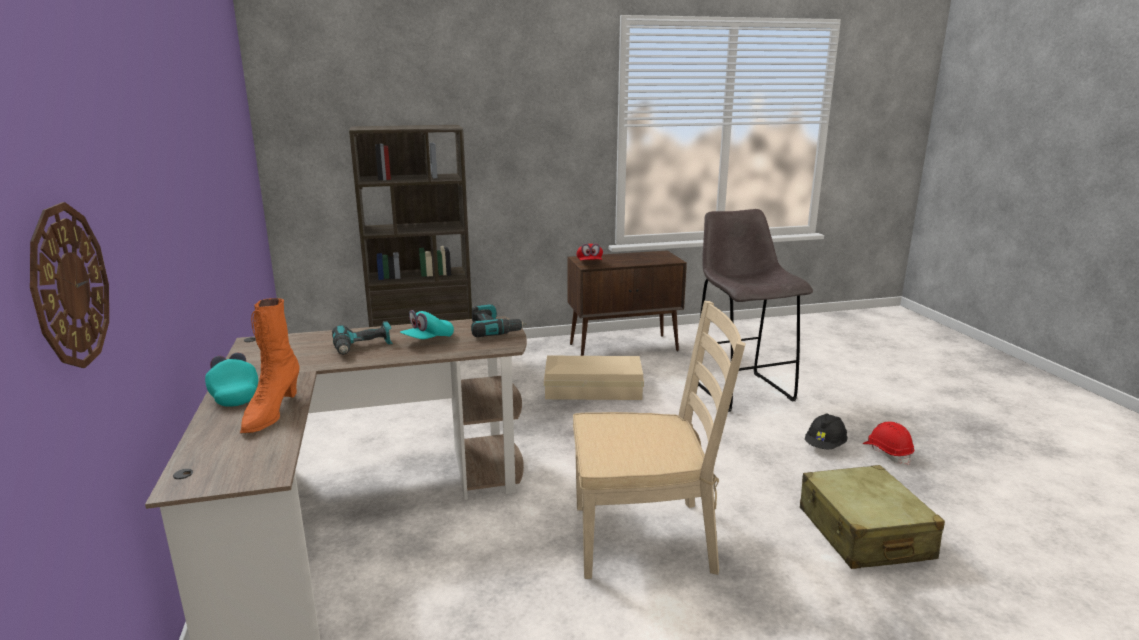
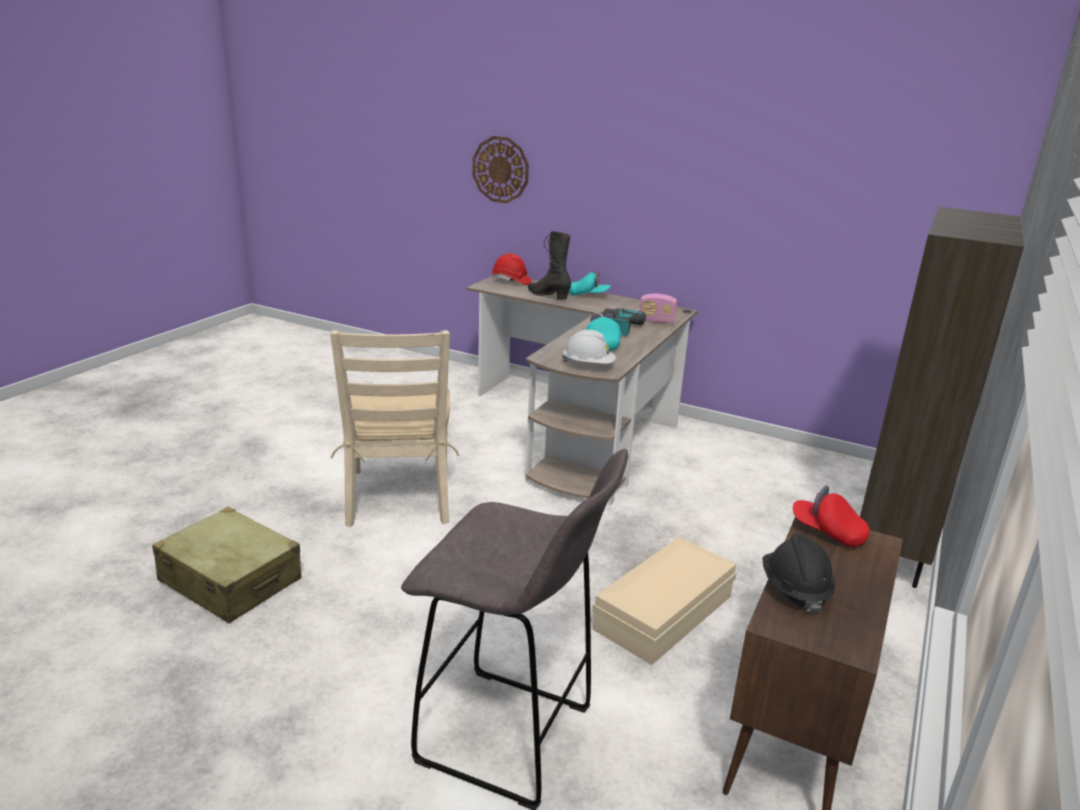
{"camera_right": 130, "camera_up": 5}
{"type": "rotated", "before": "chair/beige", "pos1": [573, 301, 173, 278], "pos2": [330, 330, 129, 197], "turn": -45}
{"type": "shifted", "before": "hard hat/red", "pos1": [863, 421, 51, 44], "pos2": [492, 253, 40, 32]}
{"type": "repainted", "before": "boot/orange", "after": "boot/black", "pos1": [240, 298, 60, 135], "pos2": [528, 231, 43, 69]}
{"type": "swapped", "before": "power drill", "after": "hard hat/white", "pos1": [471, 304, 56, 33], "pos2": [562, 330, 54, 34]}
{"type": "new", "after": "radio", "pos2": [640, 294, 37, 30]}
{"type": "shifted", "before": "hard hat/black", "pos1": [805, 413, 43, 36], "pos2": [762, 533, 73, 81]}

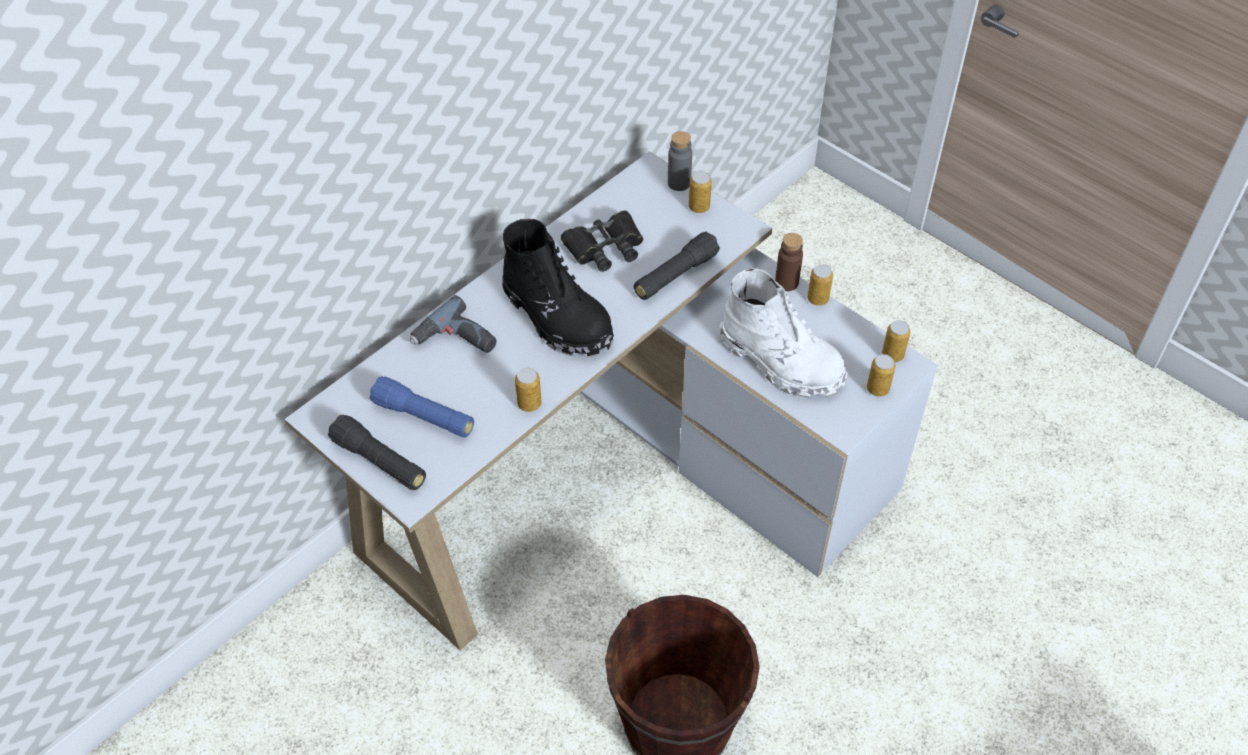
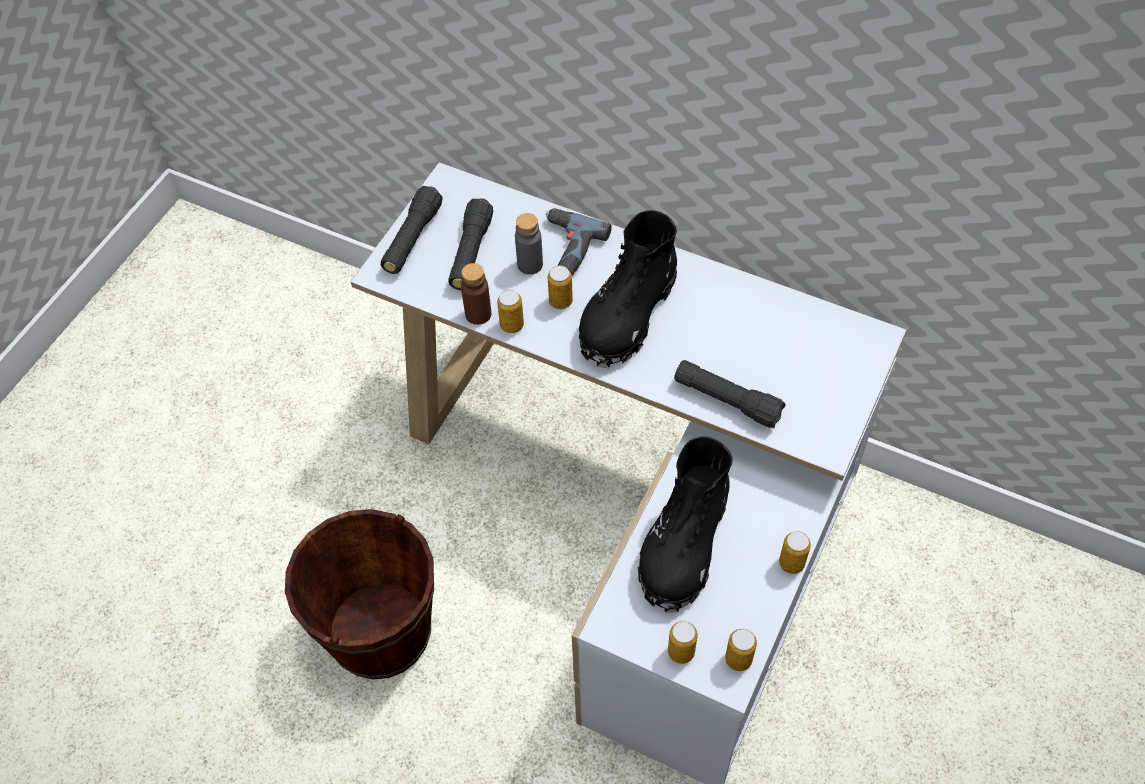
{"camera_right": 75, "camera_up": 5}
{"type": "repainted", "before": "flashlight/blue", "after": "flashlight/black", "pos1": [370, 377, 104, 61], "pos2": [448, 198, 45, 92]}
{"type": "shifted", "before": "bottle/brown", "pos1": [775, 233, 28, 58], "pos2": [461, 263, 30, 62]}
{"type": "shifted", "before": "bottle/grey", "pos1": [668, 131, 24, 60], "pos2": [515, 213, 28, 62]}
{"type": "shifted", "before": "can", "pos1": [689, 171, 23, 42], "pos2": [548, 266, 25, 43]}
{"type": "repainted", "before": "boot/white", "after": "boot/black", "pos1": [719, 269, 129, 129], "pos2": [638, 436, 95, 177]}
{"type": "gone", "before": "binoculars/black", "pos1": [561, 210, 82, 62]}

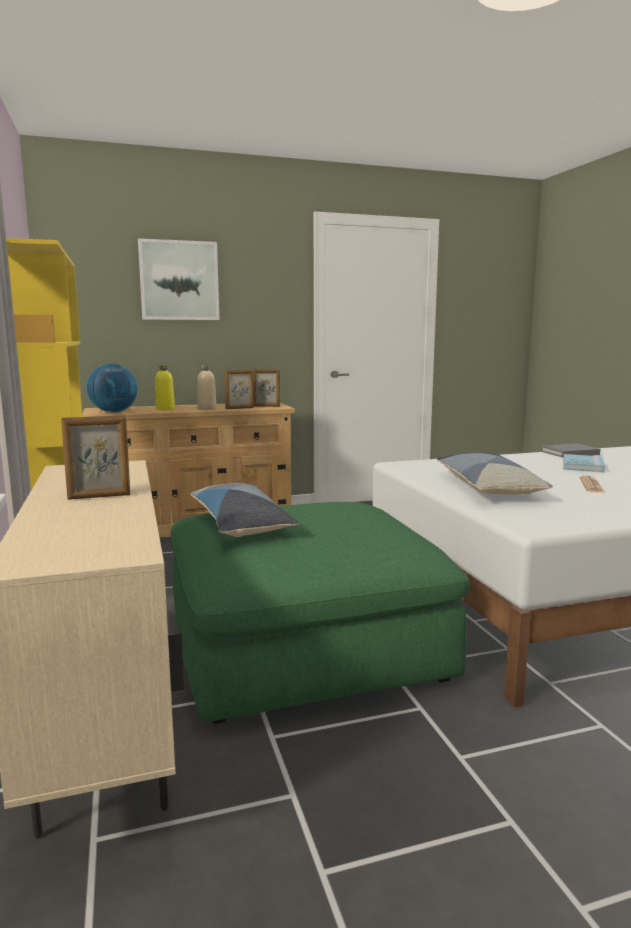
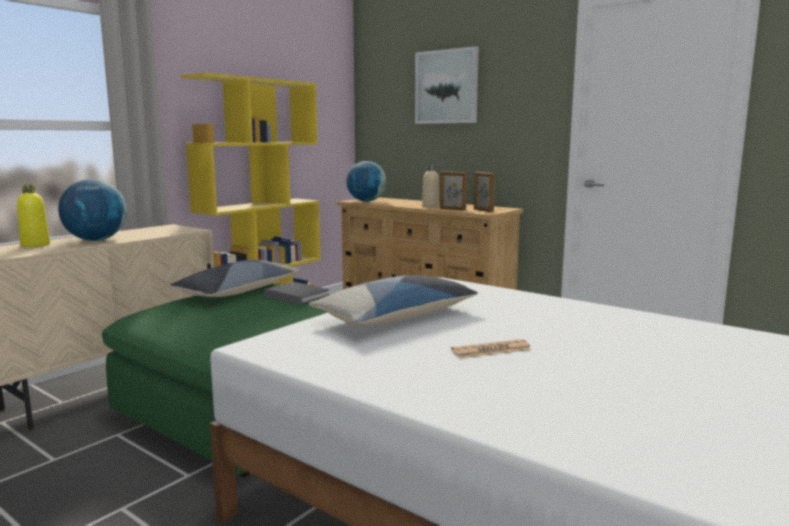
{"camera_right": 55, "camera_up": 0}
{"type": "shifted", "before": "bottle/yellow", "pos1": [155, 365, 20, 45], "pos2": [17, 185, 33, 62]}
{"type": "swapped", "before": "picture frame", "after": "globe", "pos1": [61, 415, 69, 85], "pos2": [58, 179, 69, 62]}
{"type": "shifted", "before": "book/grey", "pos1": [541, 443, 60, 15], "pos2": [265, 282, 64, 22]}
{"type": "gone", "before": "book/blue", "pos1": [563, 454, 42, 19]}

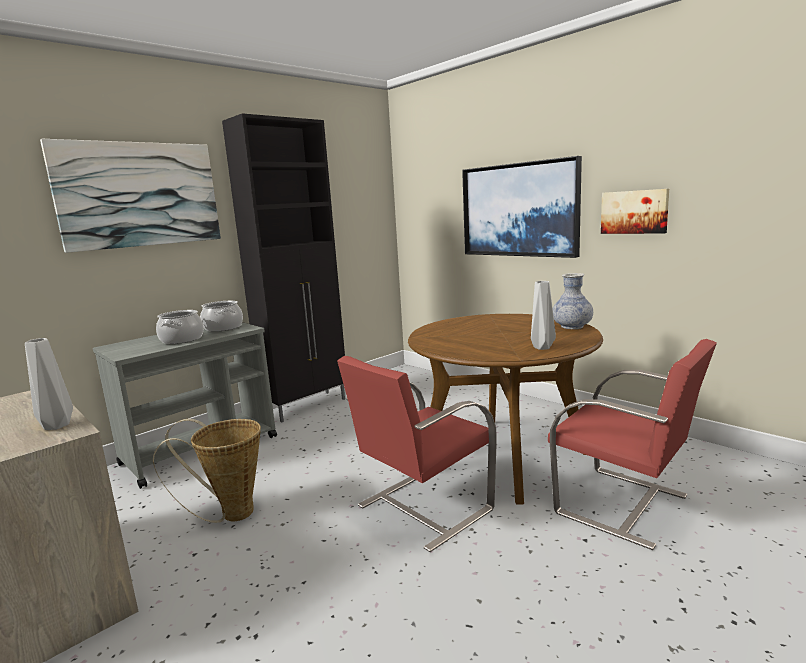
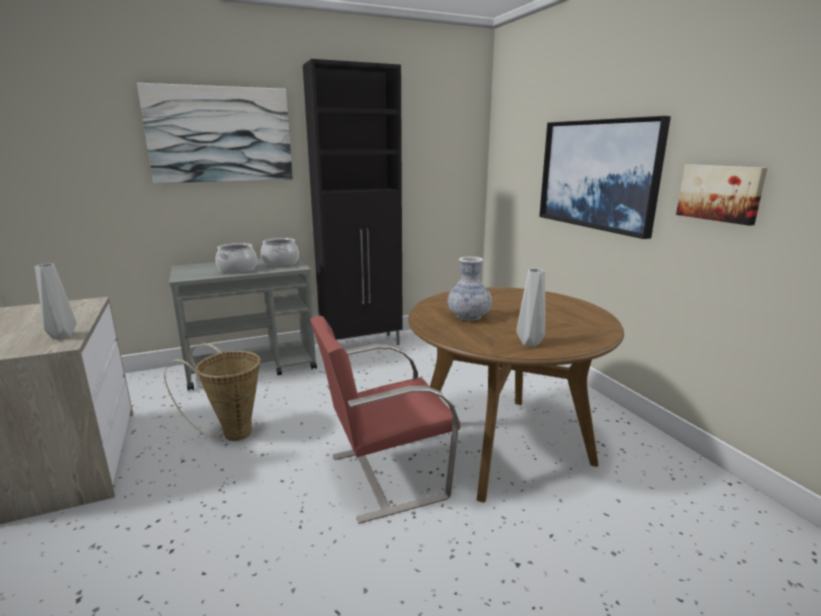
{"camera_right": 20, "camera_up": 5}
{"type": "shifted", "before": "vase", "pos1": [553, 273, 40, 56], "pos2": [447, 257, 45, 64]}
{"type": "gone", "before": "chair/red", "pos1": [548, 339, 169, 211]}

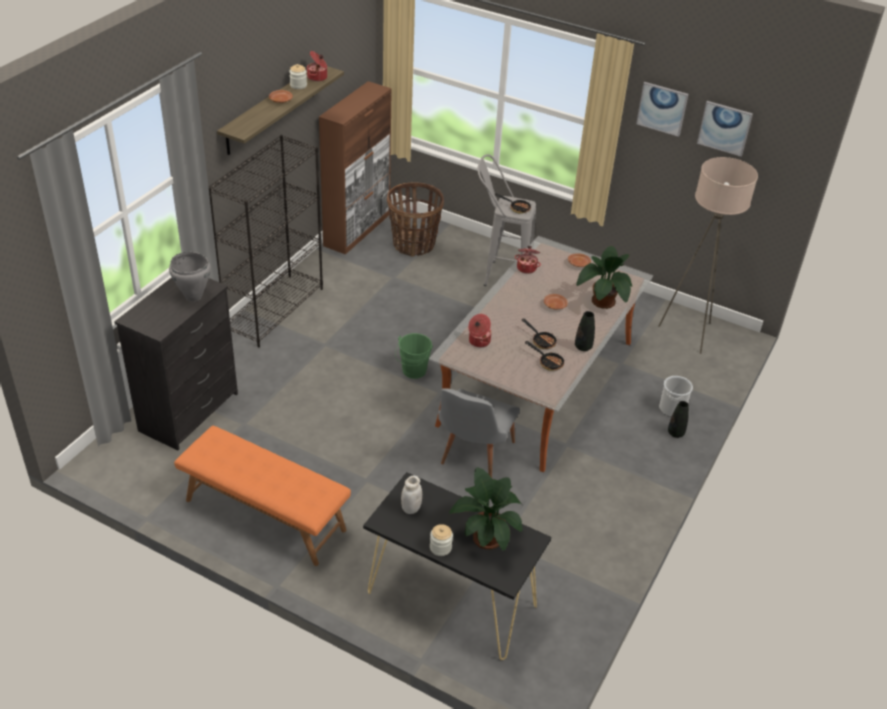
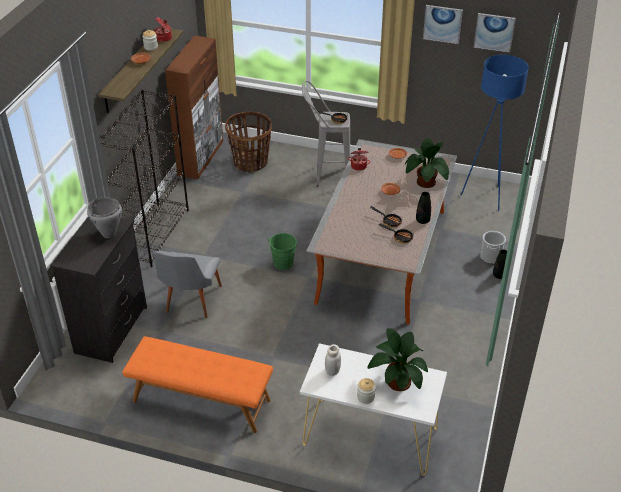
{"camera_right": -10, "camera_up": 0}
{"type": "shifted", "before": "chair/grey", "pos1": [438, 388, 82, 90], "pos2": [153, 251, 69, 67]}
{"type": "repainted", "before": "console table/black", "after": "console table/white", "pos1": [363, 472, 188, 188], "pos2": [300, 343, 147, 133]}
{"type": "repainted", "before": "floor lamp/beige", "after": "floor lamp/blue", "pos1": [658, 157, 100, 197], "pos2": [461, 55, 68, 156]}
{"type": "gone", "before": "cooking pot", "pos1": [468, 314, 23, 33]}

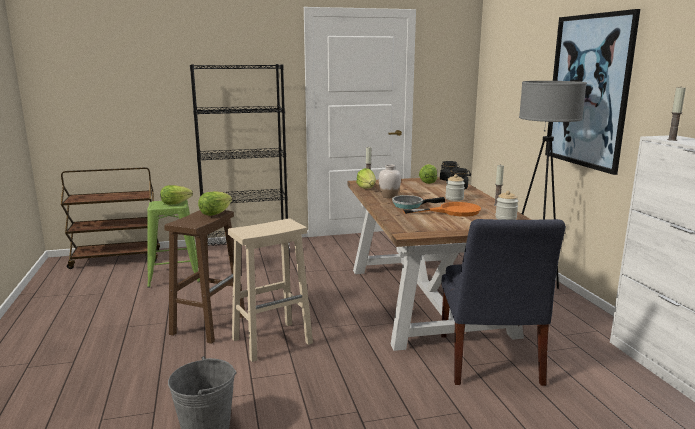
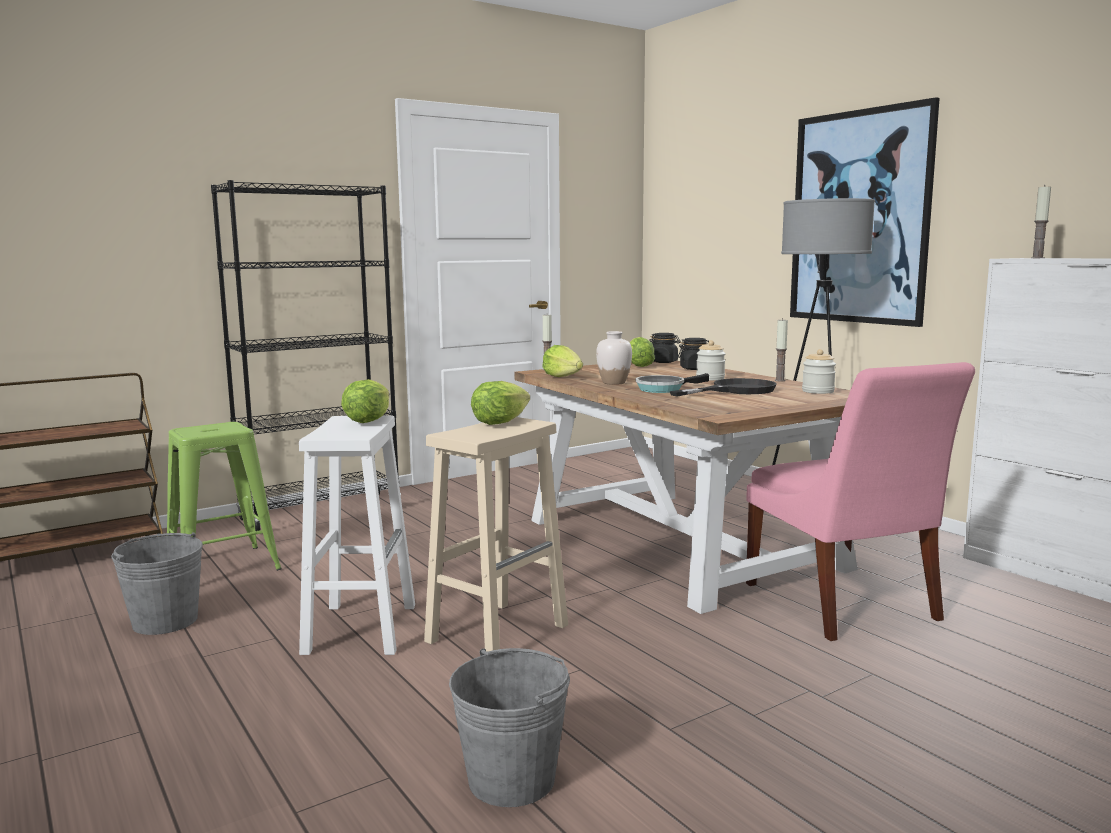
{"camera_right": -20, "camera_up": -5}
{"type": "new", "after": "bucket/grey", "pos2": [111, 532, 92, 103]}
{"type": "repainted", "before": "stool/brown", "after": "stool/white", "pos1": [164, 210, 81, 134], "pos2": [299, 416, 116, 239]}
{"type": "shifted", "before": "lettuce", "pos1": [160, 185, 33, 20], "pos2": [471, 381, 59, 44]}
{"type": "repainted", "before": "frying pan/orange", "after": "frying pan/black", "pos1": [403, 202, 78, 15], "pos2": [670, 378, 106, 19]}
{"type": "repainted", "before": "chair/blue", "after": "chair/pink", "pos1": [441, 219, 125, 167], "pos2": [746, 362, 229, 279]}

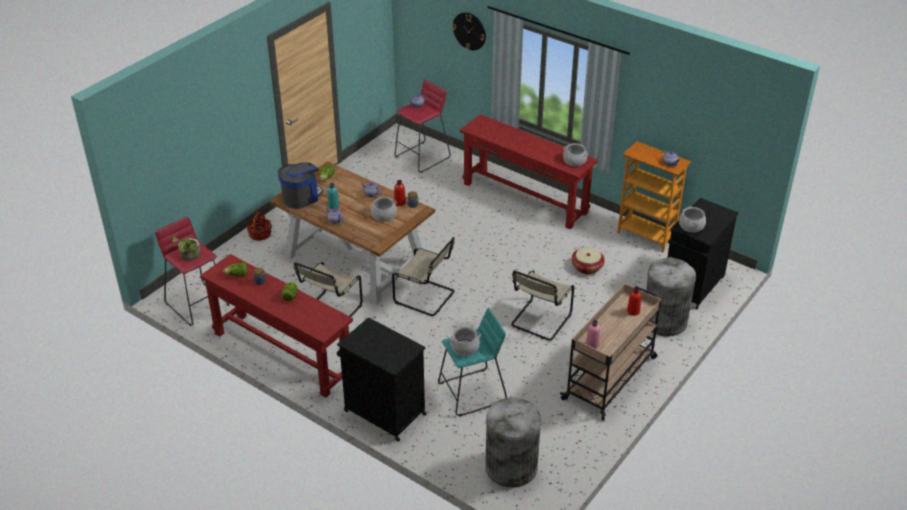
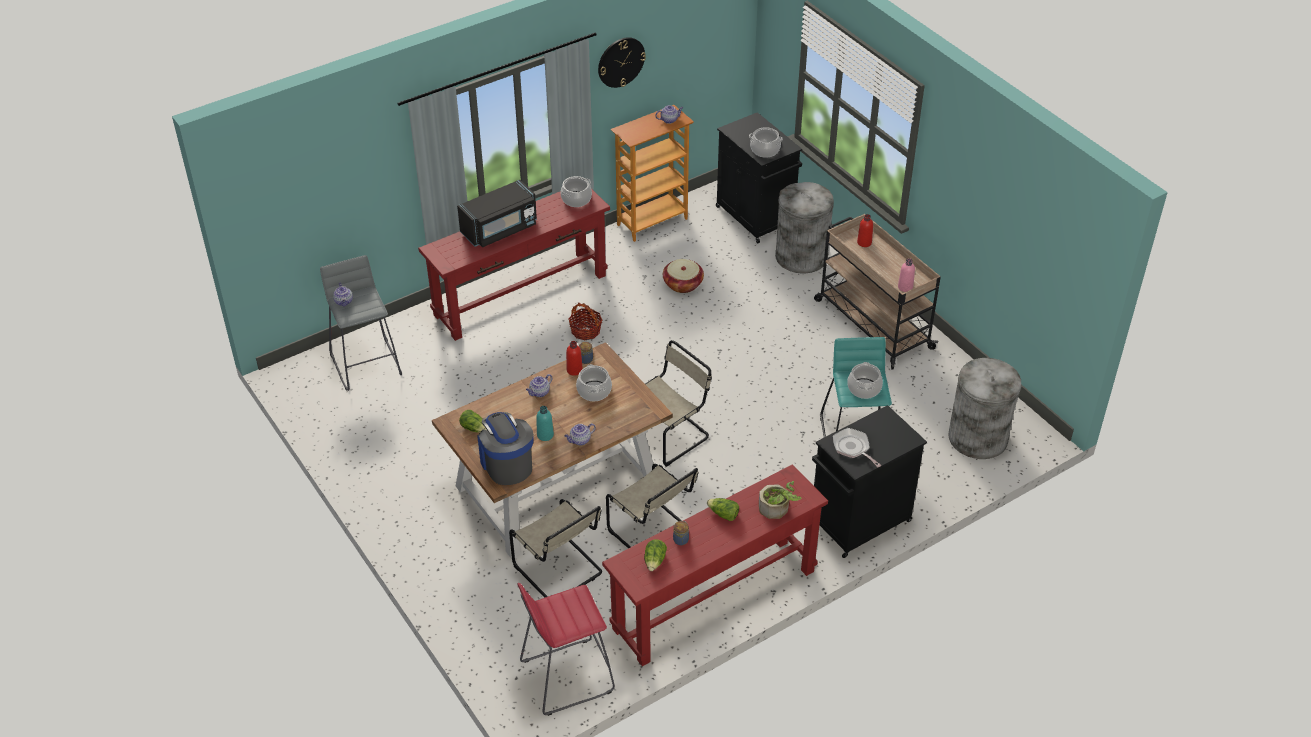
{"camera_right": -70, "camera_up": 5}
{"type": "repainted", "before": "stool/red", "after": "stool/grey", "pos1": [394, 80, 57, 93], "pos2": [320, 255, 82, 136]}
{"type": "new", "after": "microwave/black", "pos2": [457, 180, 80, 67]}
{"type": "shifted", "before": "chair/beige", "pos1": [511, 270, 63, 71], "pos2": [509, 499, 93, 99]}
{"type": "shifted", "before": "basket", "pos1": [246, 212, 26, 29], "pos2": [568, 303, 34, 37]}
{"type": "shifted", "before": "wall clock", "pos1": [452, 12, 34, 38], "pos2": [598, 37, 48, 51]}
{"type": "shifted", "before": "potted plant", "pos1": [172, 235, 29, 26], "pos2": [759, 481, 42, 38]}
{"type": "new", "after": "frying pan", "pos2": [833, 428, 48, 39]}

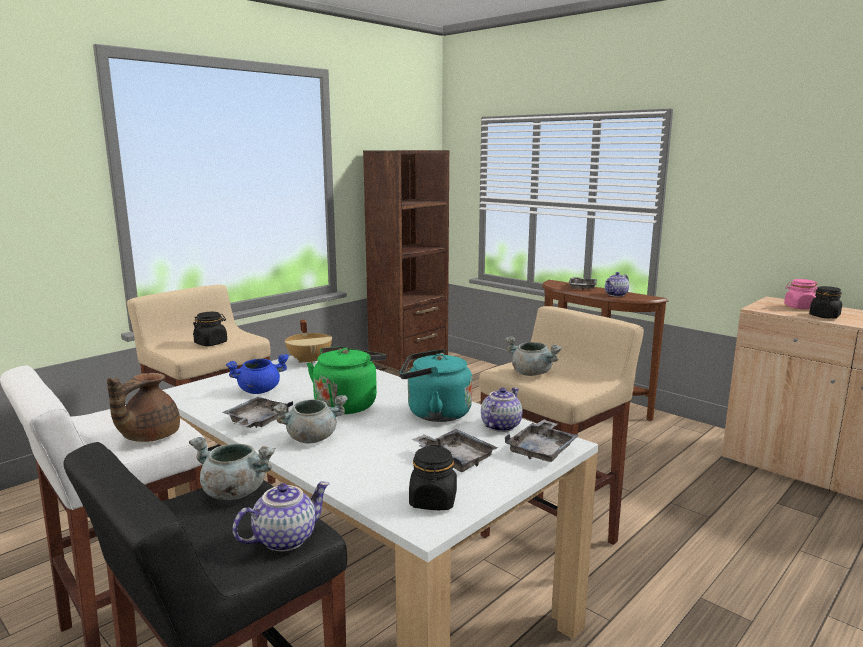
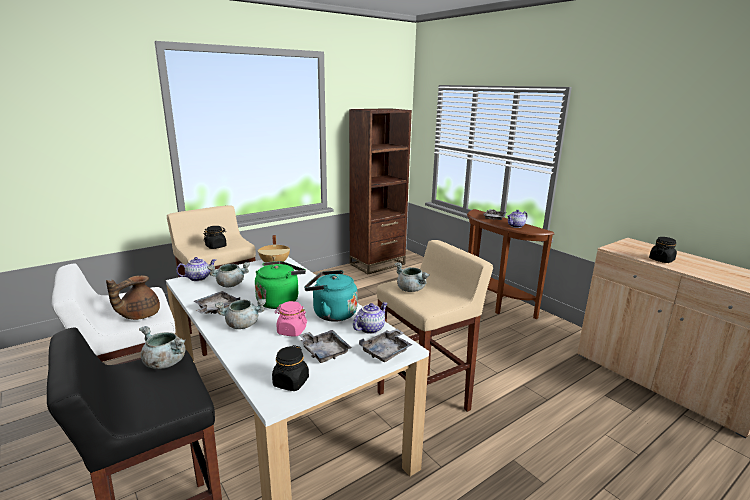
{"camera_right": 10, "camera_up": 5}
{"type": "shifted", "before": "teapot", "pos1": [233, 482, 97, 70], "pos2": [176, 257, 40, 24]}
{"type": "repainted", "before": "cooking pot/blue", "after": "cooking pot/grey", "pos1": [226, 354, 63, 40], "pos2": [207, 262, 43, 25]}
{"type": "shifted", "before": "jar/pink", "pos1": [784, 279, 34, 30], "pos2": [275, 301, 32, 36]}

